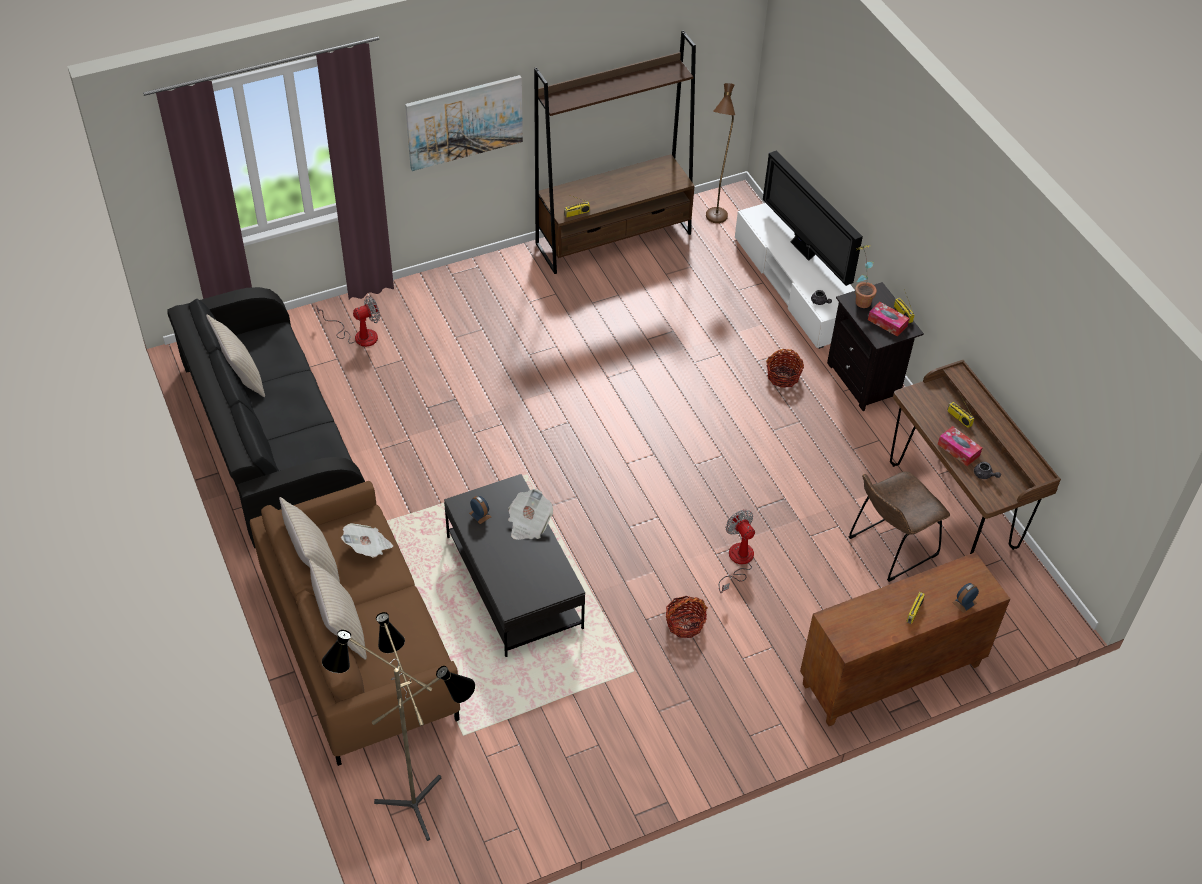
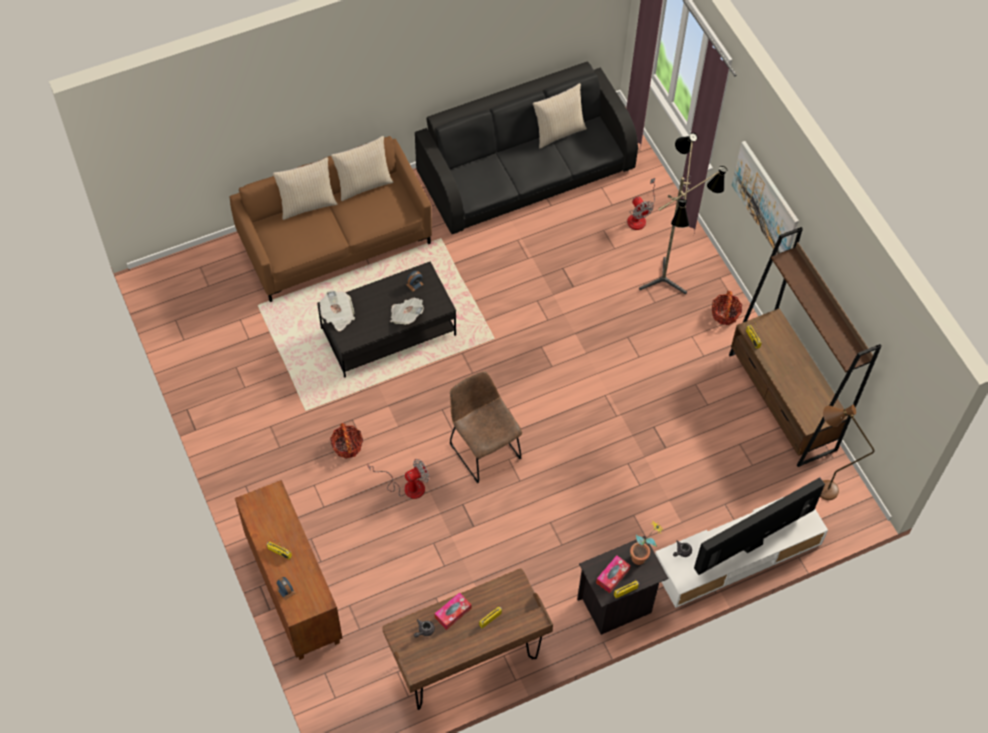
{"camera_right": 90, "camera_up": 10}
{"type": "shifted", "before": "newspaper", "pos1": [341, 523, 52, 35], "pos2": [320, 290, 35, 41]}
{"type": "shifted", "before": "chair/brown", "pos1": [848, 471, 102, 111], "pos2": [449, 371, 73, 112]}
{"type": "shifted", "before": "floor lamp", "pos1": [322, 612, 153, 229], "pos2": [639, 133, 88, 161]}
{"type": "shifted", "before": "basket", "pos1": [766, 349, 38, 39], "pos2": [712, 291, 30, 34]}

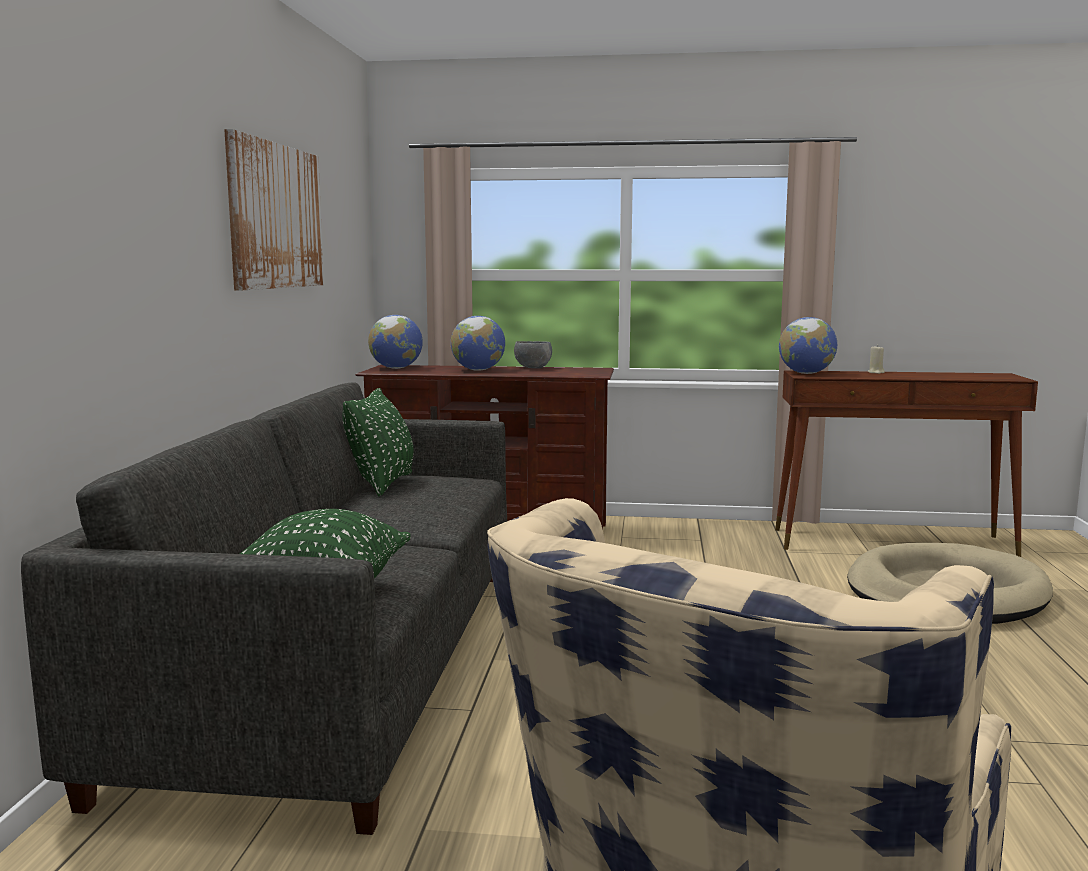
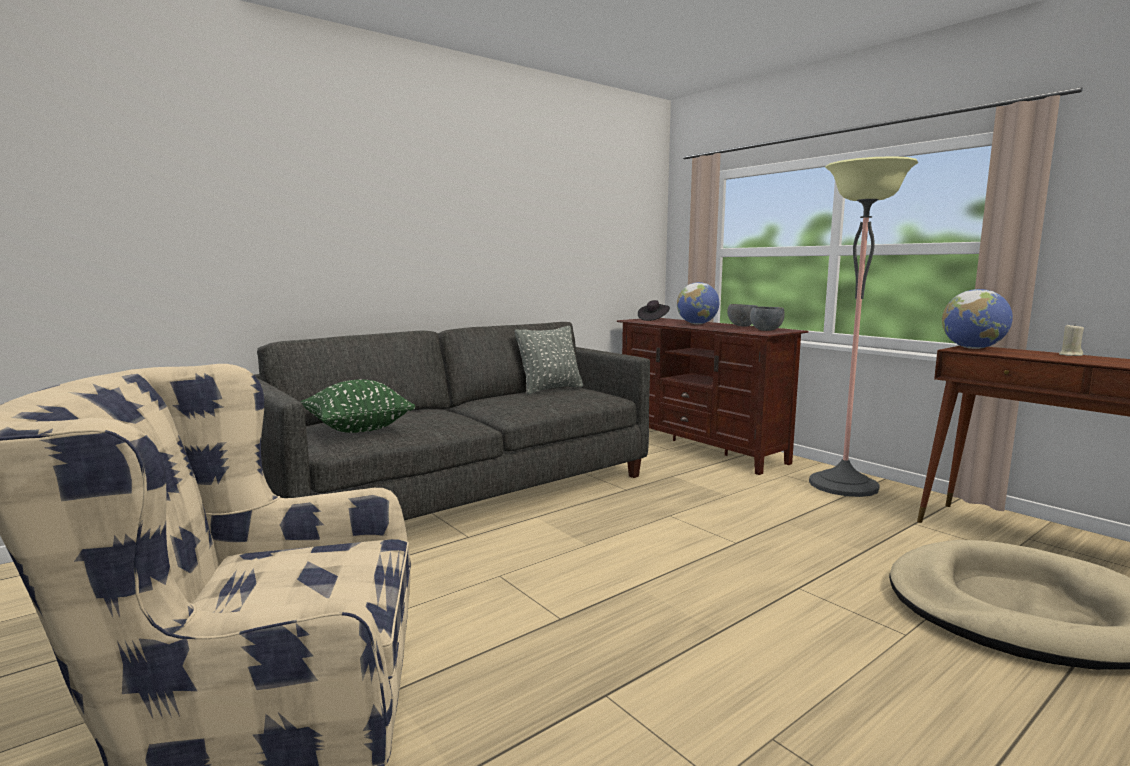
{"camera_right": 45, "camera_up": 0}
{"type": "repainted", "before": "pillow/green", "after": "pillow/grey", "pos1": [342, 388, 72, 108], "pos2": [515, 326, 68, 69]}
{"type": "swapped", "before": "globe", "after": "hat/black", "pos1": [368, 315, 55, 54], "pos2": [638, 300, 32, 21]}
{"type": "new", "after": "bowl/grey", "pos2": [750, 307, 35, 24]}
{"type": "new", "after": "floor lamp", "pos2": [809, 156, 109, 341]}
{"type": "gone", "before": "picture", "pos1": [224, 129, 100, 162]}

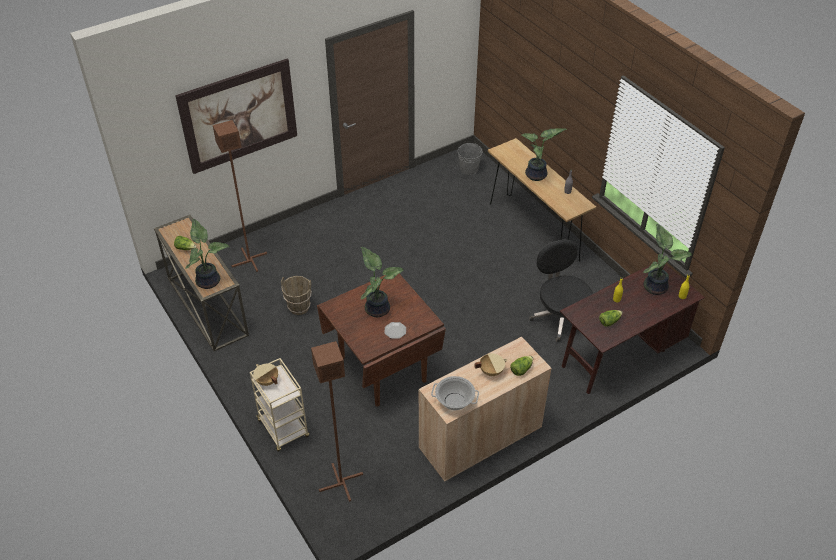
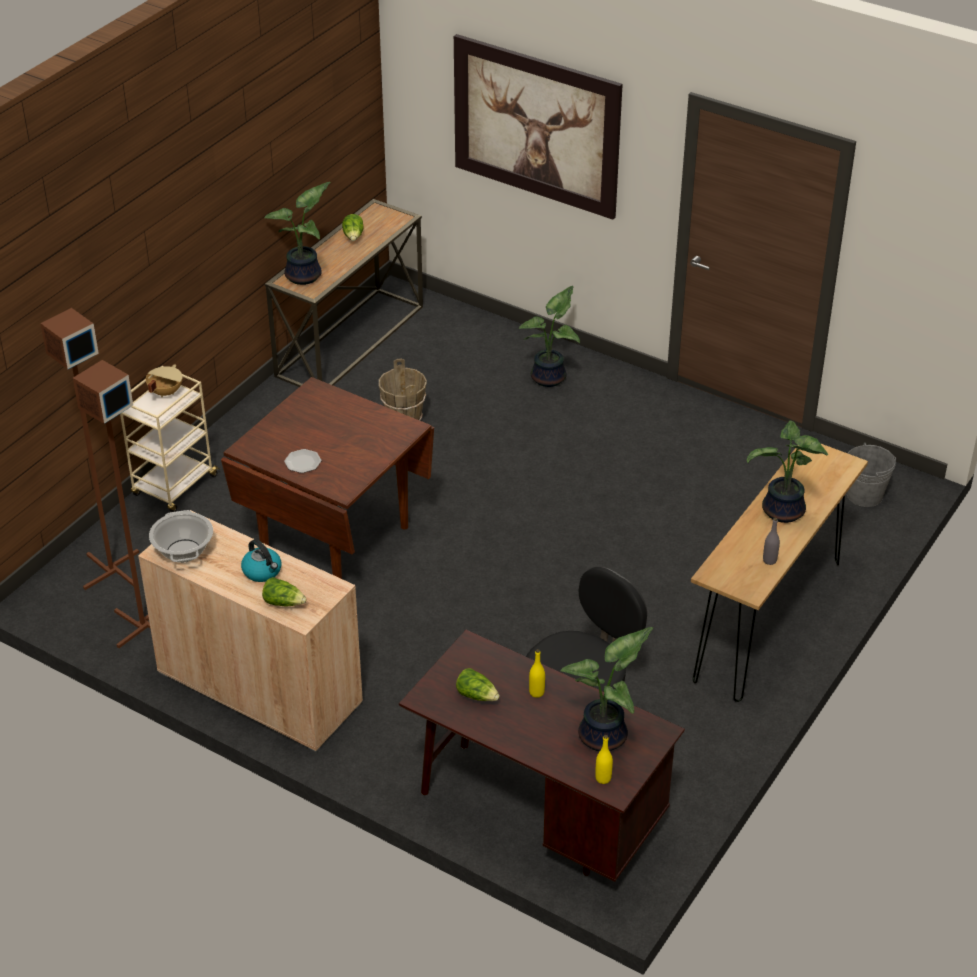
{"camera_right": 65, "camera_up": -5}
{"type": "shifted", "before": "floor lamp/brown", "pos1": [213, 120, 54, 152], "pos2": [73, 360, 77, 288]}
{"type": "swapped", "before": "cooking pot/beige", "after": "kettle", "pos1": [474, 353, 34, 23], "pos2": [241, 539, 40, 43]}
{"type": "shifted", "before": "potted plant", "pos1": [361, 247, 43, 70], "pos2": [519, 286, 61, 101]}

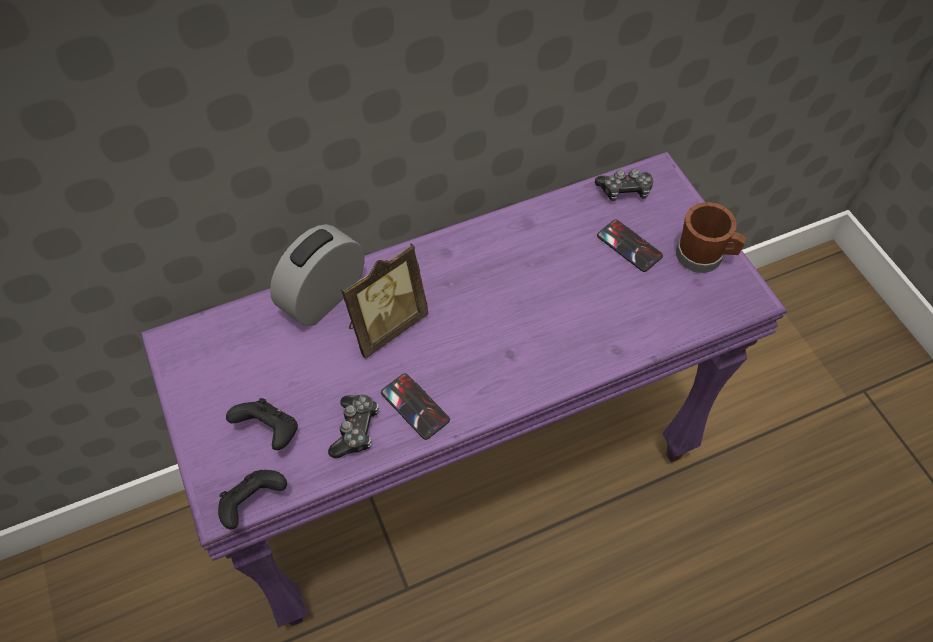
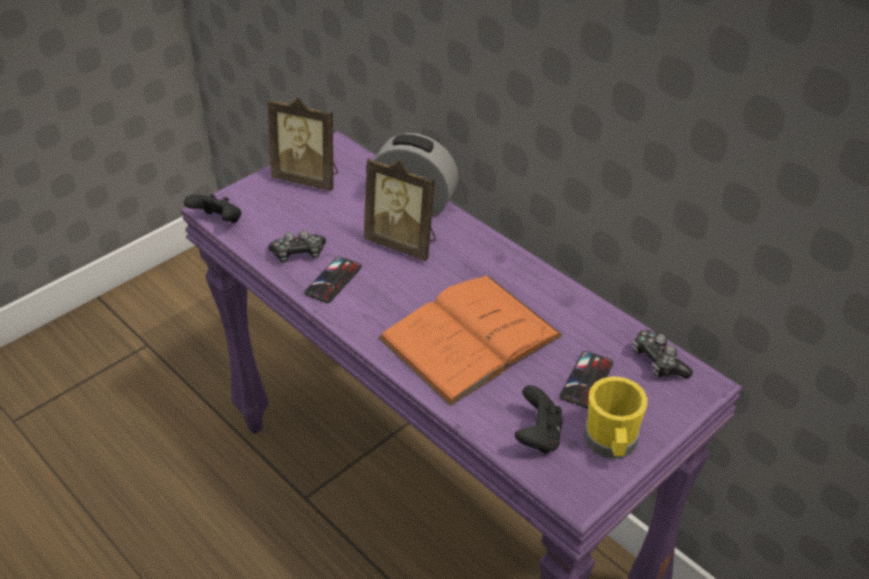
{"camera_right": 70, "camera_up": -15}
{"type": "new", "after": "picture frame", "pos2": [268, 97, 70, 94]}
{"type": "new", "after": "book/orange", "pos2": [378, 276, 185, 130]}
{"type": "shifted", "before": "game controller/black", "pos1": [226, 398, 72, 52], "pos2": [515, 385, 47, 69]}
{"type": "repainted", "before": "mug/brown", "after": "mug/yellow", "pos1": [676, 202, 70, 71], "pos2": [584, 376, 64, 83]}

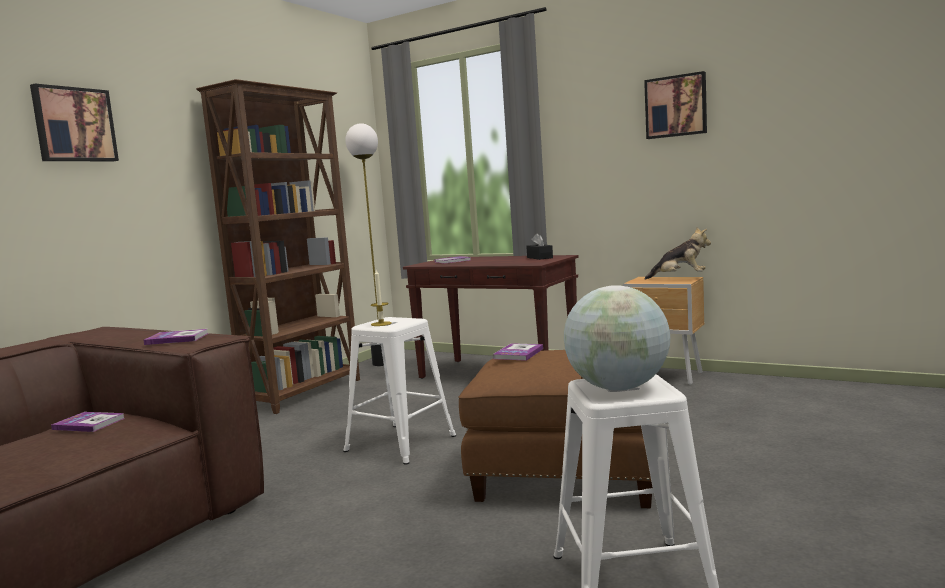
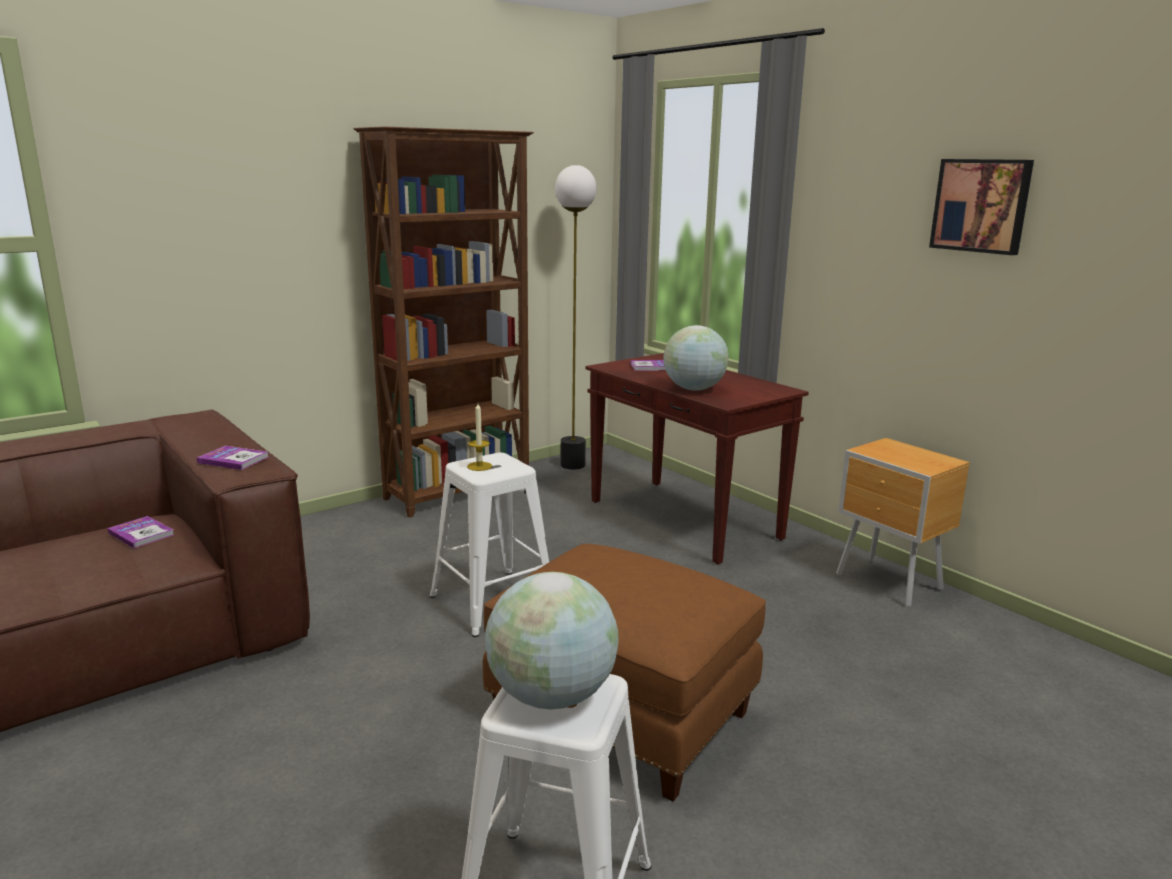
{"camera_right": 20, "camera_up": 10}
{"type": "new", "after": "globe", "pos2": [663, 325, 66, 66]}
{"type": "gone", "before": "picture", "pos1": [30, 84, 89, 77]}
{"type": "gone", "before": "book", "pos1": [494, 343, 49, 18]}
{"type": "gone", "before": "tissue box/black", "pos1": [526, 233, 27, 27]}
{"type": "gone", "before": "plush toy", "pos1": [645, 228, 66, 52]}

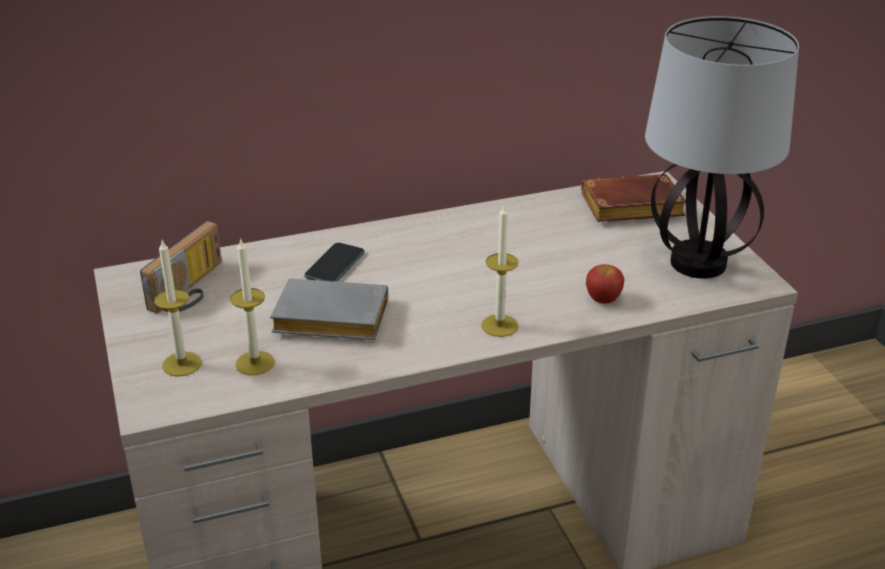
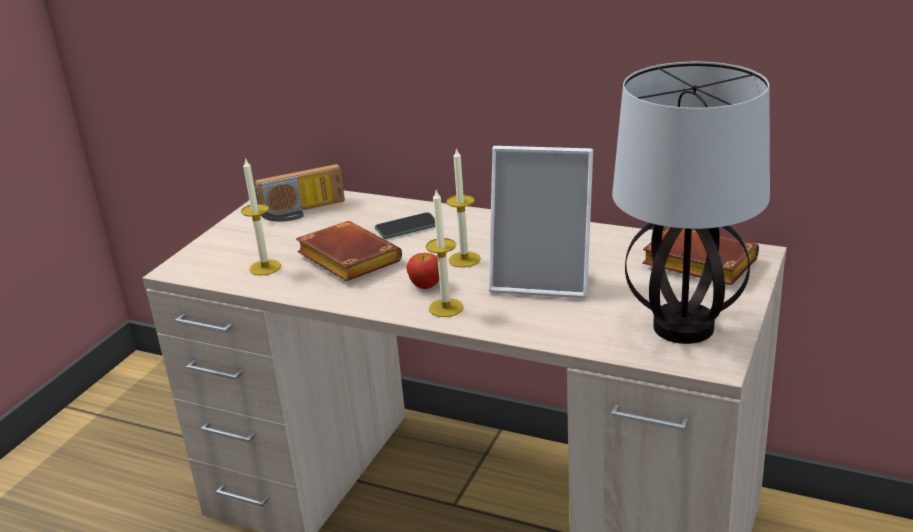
{"camera_right": 45, "camera_up": -5}
{"type": "repainted", "before": "book/grey", "after": "book/brown", "pos1": [270, 279, 118, 61], "pos2": [296, 221, 106, 61]}
{"type": "shifted", "before": "apple", "pos1": [586, 264, 38, 40], "pos2": [406, 253, 33, 36]}
{"type": "shifted", "before": "candle", "pos1": [154, 240, 48, 136], "pos2": [446, 147, 35, 121]}
{"type": "new", "after": "picture frame", "pos2": [489, 146, 104, 152]}

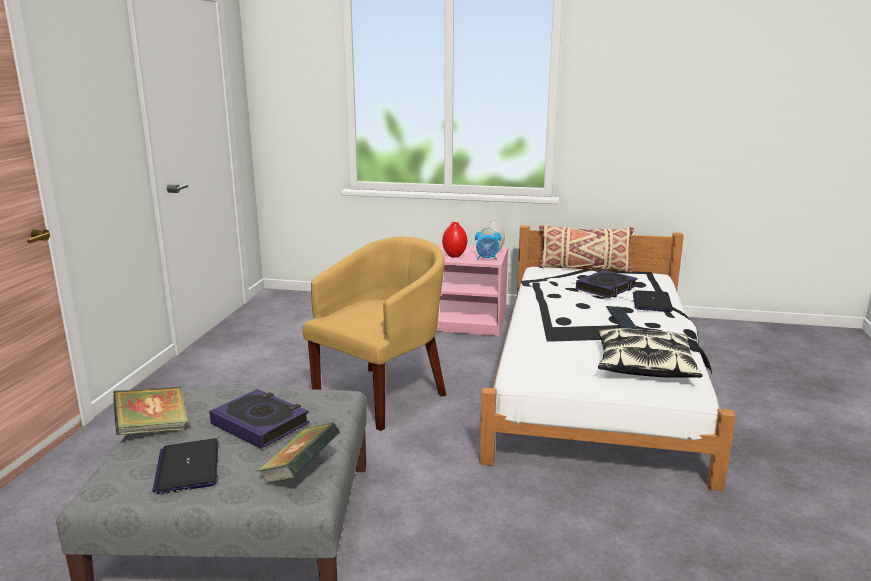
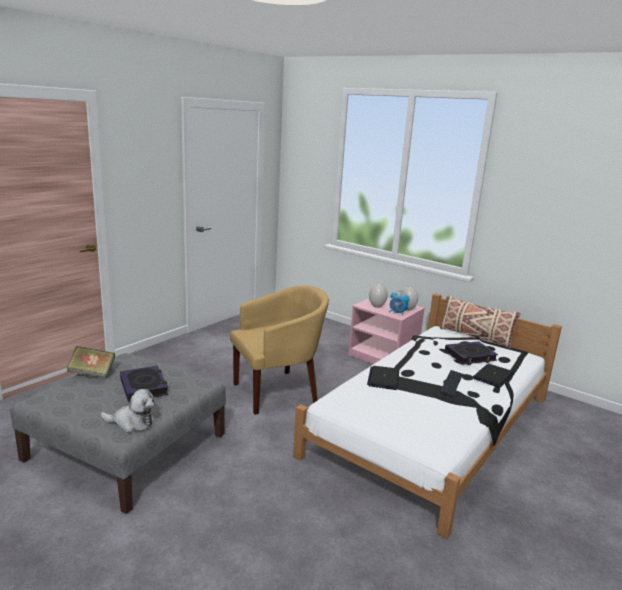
{"camera_right": 25, "camera_up": 0}
{"type": "swapped", "before": "book", "after": "plush toy", "pos1": [257, 422, 83, 62], "pos2": [101, 389, 54, 44]}
{"type": "shifted", "before": "laptop", "pos1": [152, 438, 66, 56], "pos2": [367, 366, 32, 24]}
{"type": "repainted", "before": "vase/red", "after": "vase/white", "pos1": [442, 222, 25, 35], "pos2": [369, 282, 19, 26]}
{"type": "gone", "before": "pillow", "pos1": [597, 328, 106, 50]}

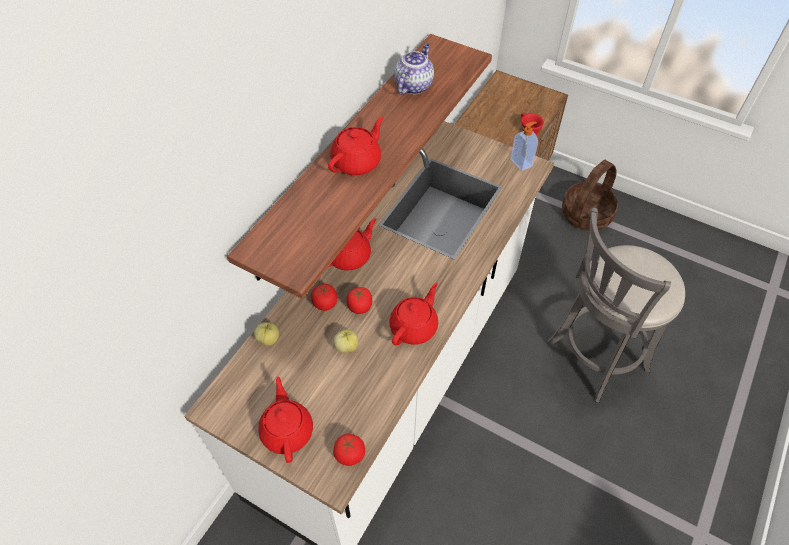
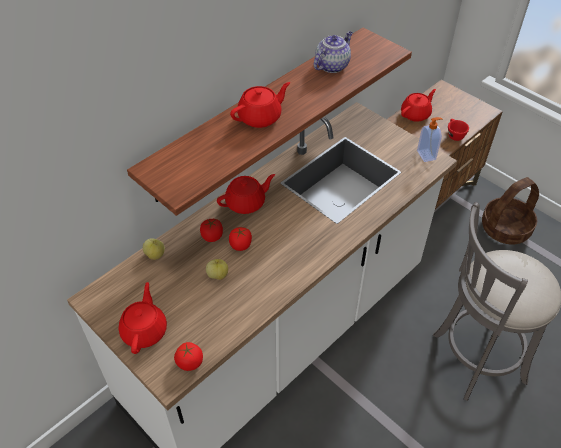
{"camera_right": 15, "camera_up": -5}
{"type": "shifted", "before": "teapot/red", "pos1": [389, 283, 49, 63], "pos2": [401, 89, 35, 33]}

